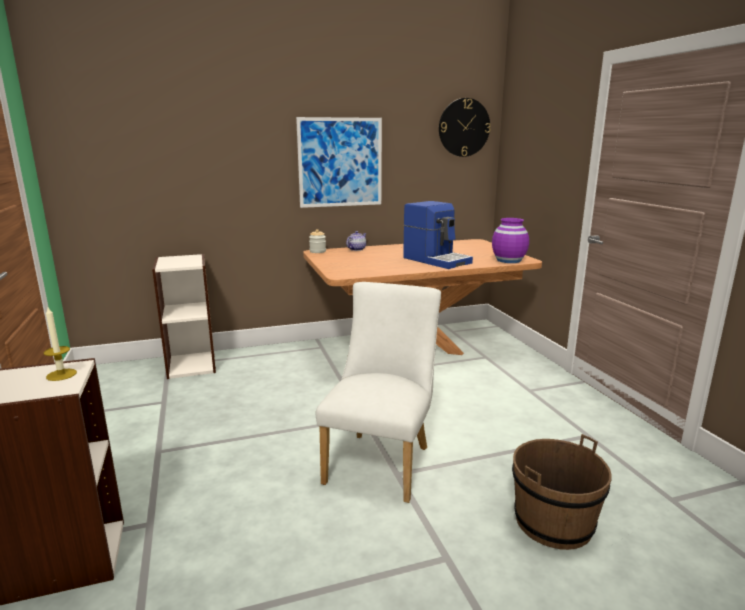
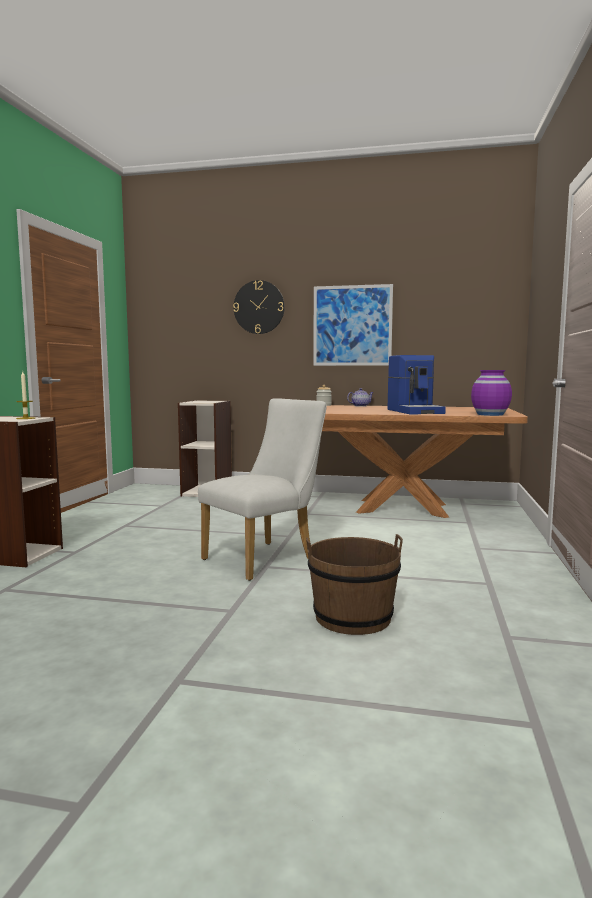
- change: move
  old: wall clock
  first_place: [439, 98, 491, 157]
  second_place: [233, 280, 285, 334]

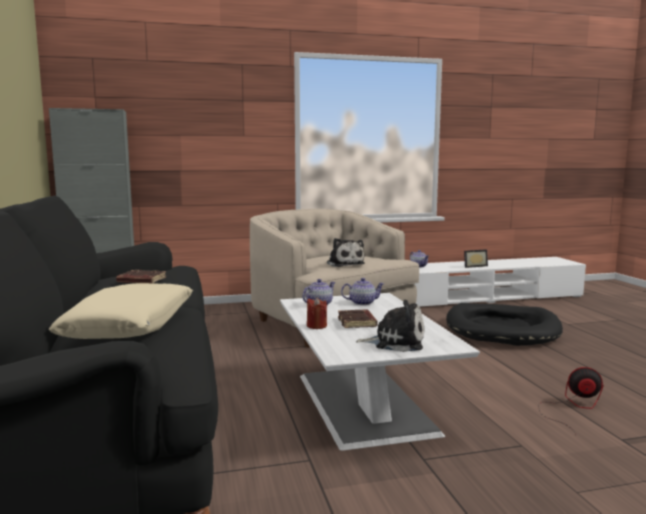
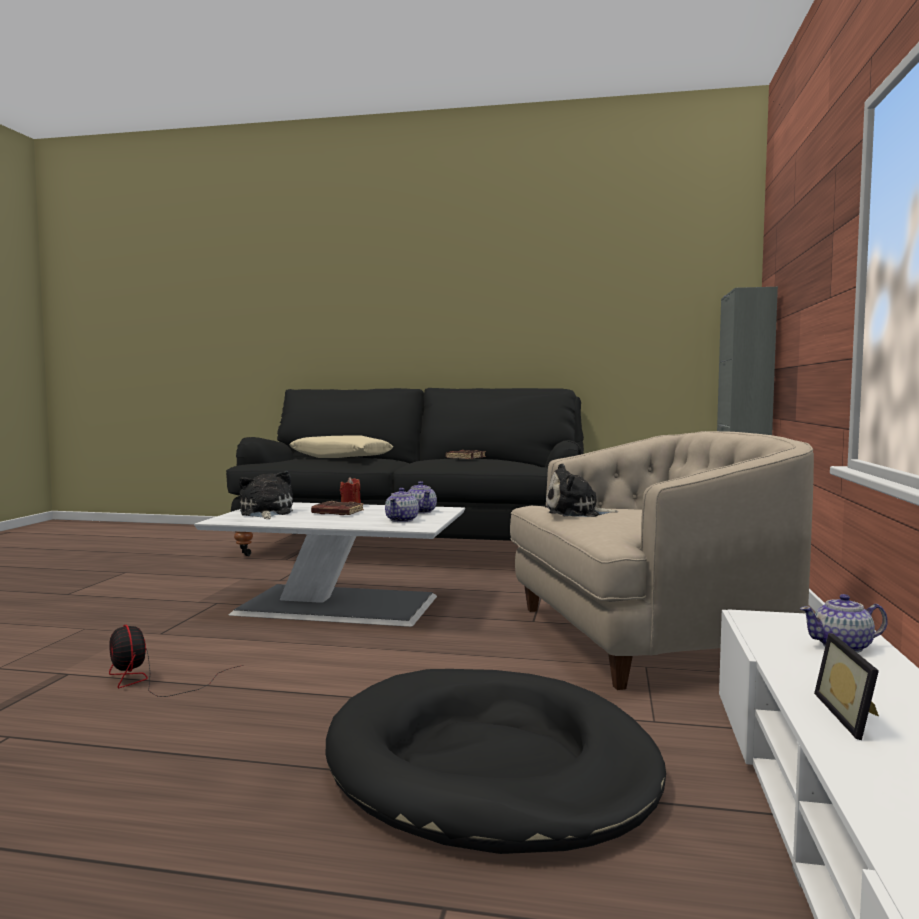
- change: rotate
  old: plush toy
  first_place: [355, 300, 424, 352]
  second_place: [239, 471, 293, 519]
  degrees: 135
- change: rotate
  old: fan
  first_place: [538, 367, 604, 435]
  second_place: [109, 625, 244, 697]
  degrees: 105

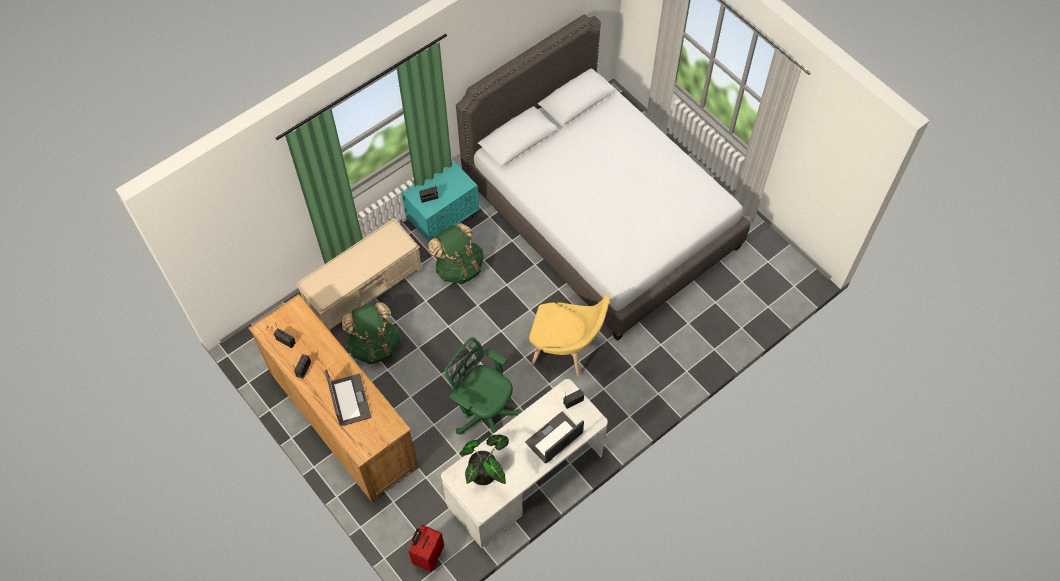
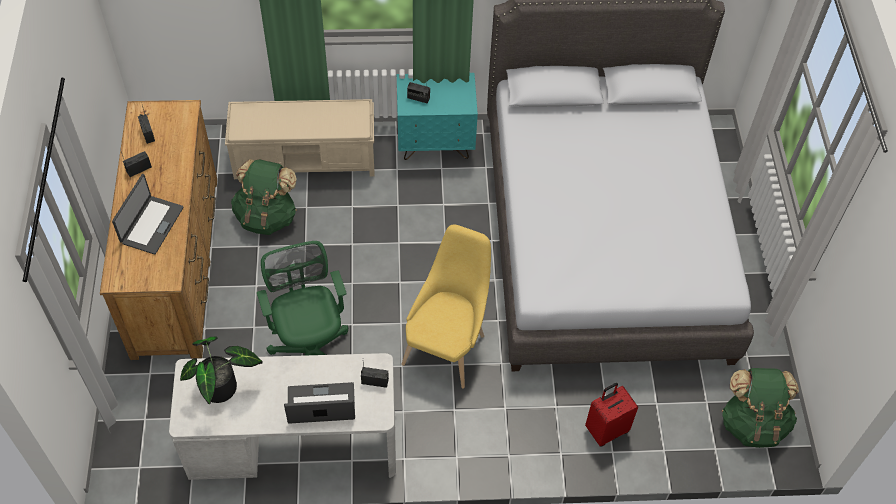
- change: move
  old: backpack (green)
  first_place: [428, 223, 484, 284]
  second_place: [722, 368, 799, 448]
- change: rotate
  old: chair (yellow)
  first_place: [529, 295, 610, 376]
  second_place: [401, 224, 491, 389]
  degrees: -120
- change: move
  old: suitcase (red)
  first_place: [409, 525, 444, 572]
  second_place: [585, 383, 638, 447]

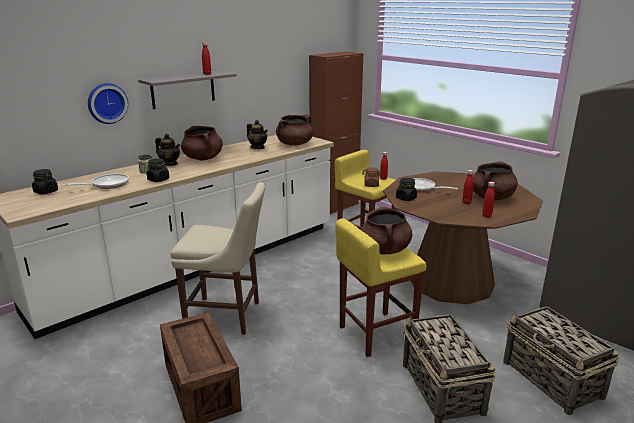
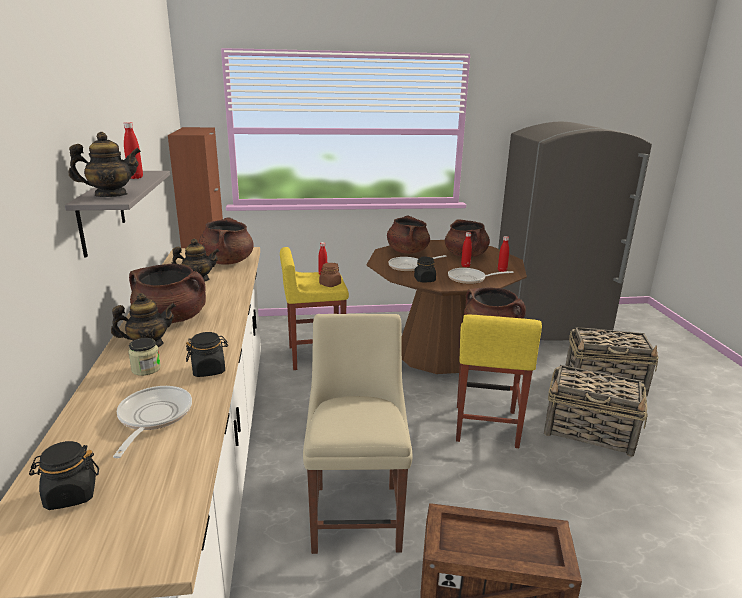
- change: delete
  old: wall clock
  first_place: [88, 83, 128, 124]
- change: rotate
  old: chair (beige)
  first_place: [171, 182, 265, 335]
  second_place: [303, 314, 413, 554]
  degrees: -45
- change: insert
  new: teapot
  second_place: [69, 132, 141, 197]
- change: insert
  new: cooking pot (brown)
  second_place: [387, 216, 430, 254]
- change: insert
  new: frying pan
  second_place: [448, 268, 514, 284]

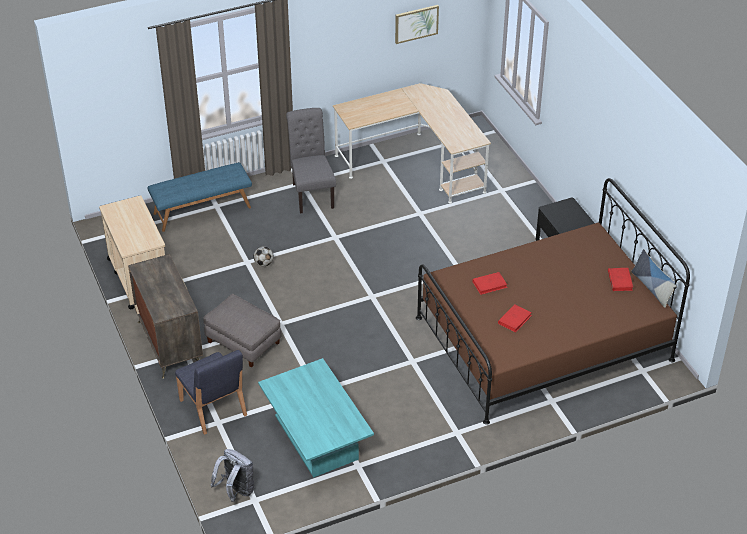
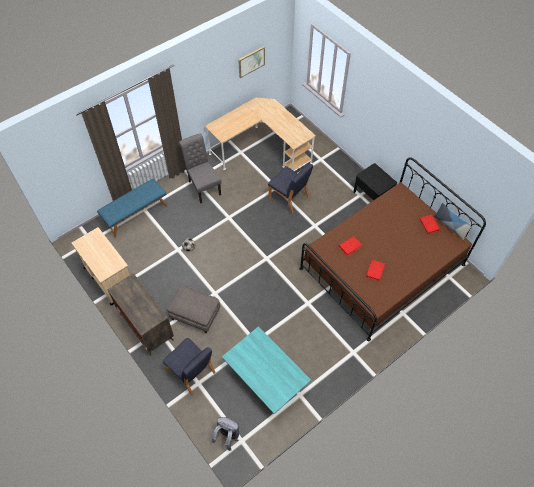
- change: insert
  new: chair (blue)
  second_place: [268, 163, 313, 214]

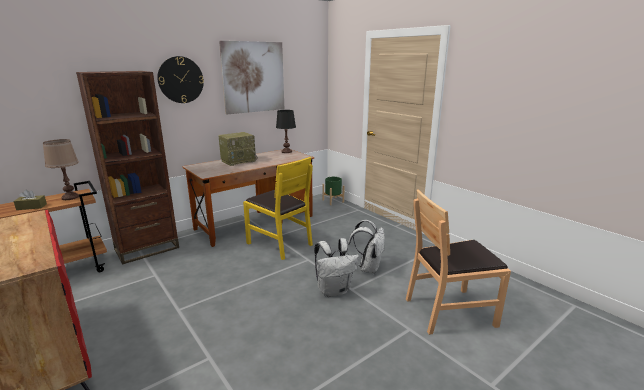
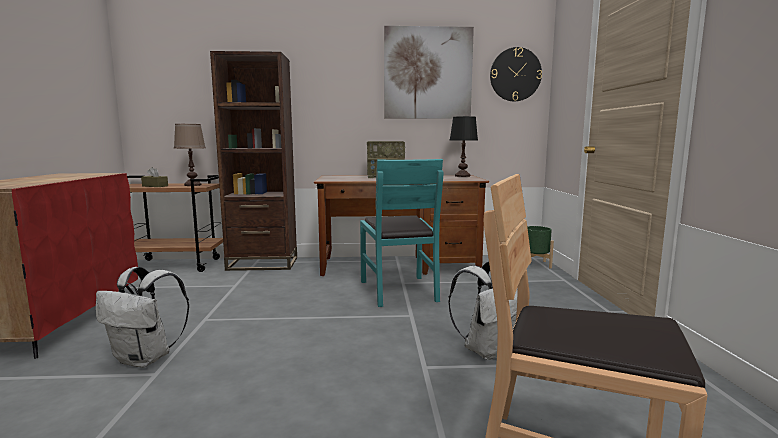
- change: move
  old: wall clock
  first_place: [157, 56, 204, 103]
  second_place: [490, 47, 542, 101]
- change: recolor
  old: chair (yellow)
  new: chair (turquoise)
  first_place: [243, 157, 313, 260]
  second_place: [360, 159, 443, 307]
- change: move
  old: backpack (white)
  first_place: [314, 238, 359, 297]
  second_place: [96, 267, 189, 368]

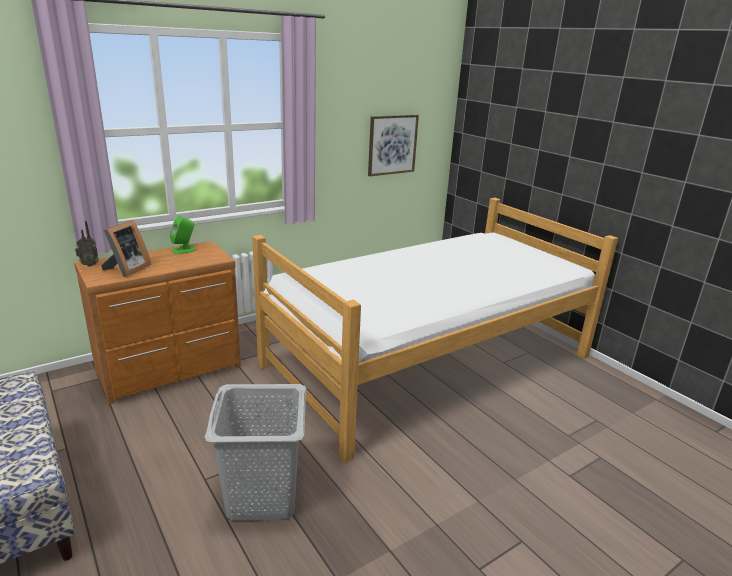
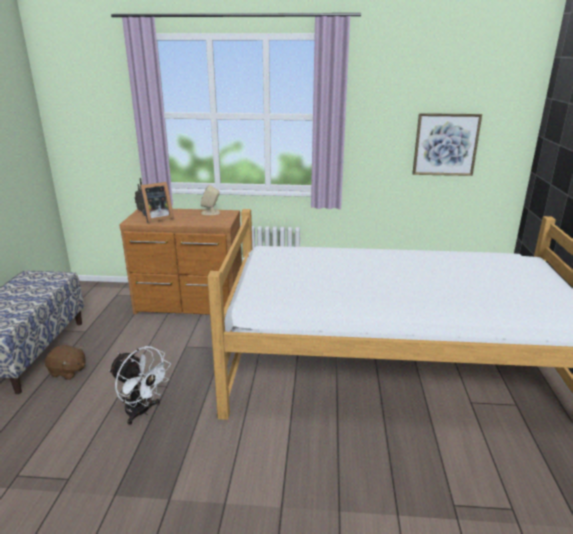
- change: recolor
  old: speaker (green)
  new: speaker (beige)
  first_place: [170, 216, 196, 254]
  second_place: [201, 185, 220, 215]
- change: replace
  old: laundry basket (grey)
  new: fan (white)
  first_place: [205, 384, 306, 520]
  second_place: [109, 346, 171, 425]
- change: insert
  new: plush toy (brown)
  second_place: [45, 345, 86, 380]

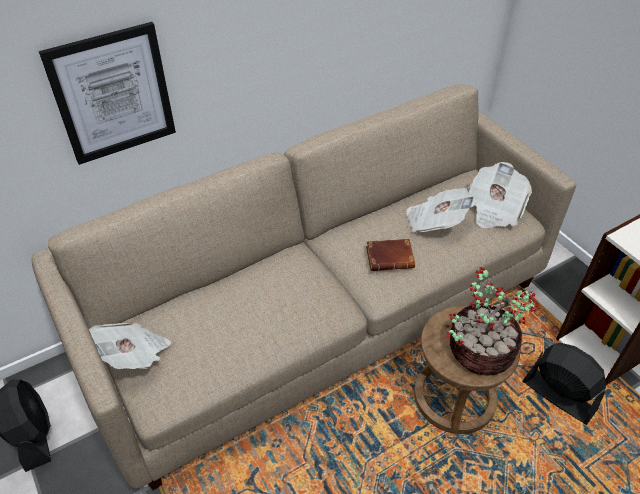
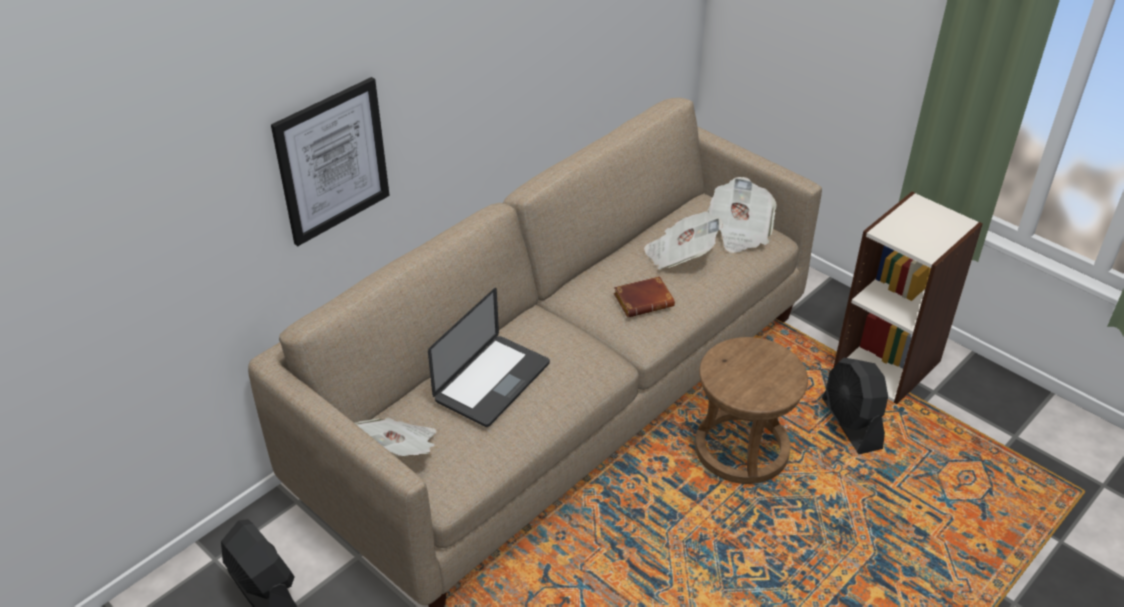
- change: delete
  old: potted plant
  first_place: [446, 267, 540, 376]
- change: rotate
  old: fan (black)
  first_place: [522, 343, 606, 425]
  second_place: [822, 358, 888, 454]
  degrees: -135
- change: insert
  new: laptop
  second_place: [428, 288, 550, 427]

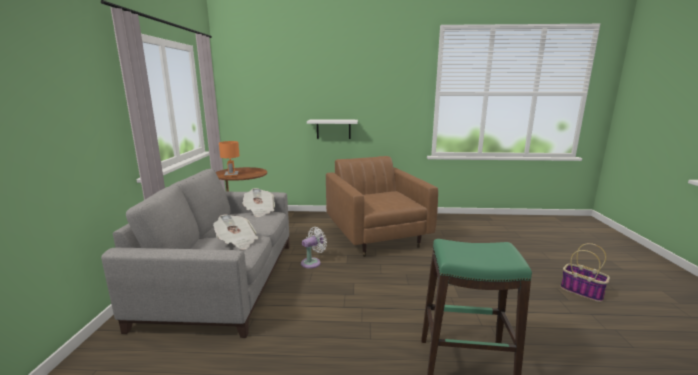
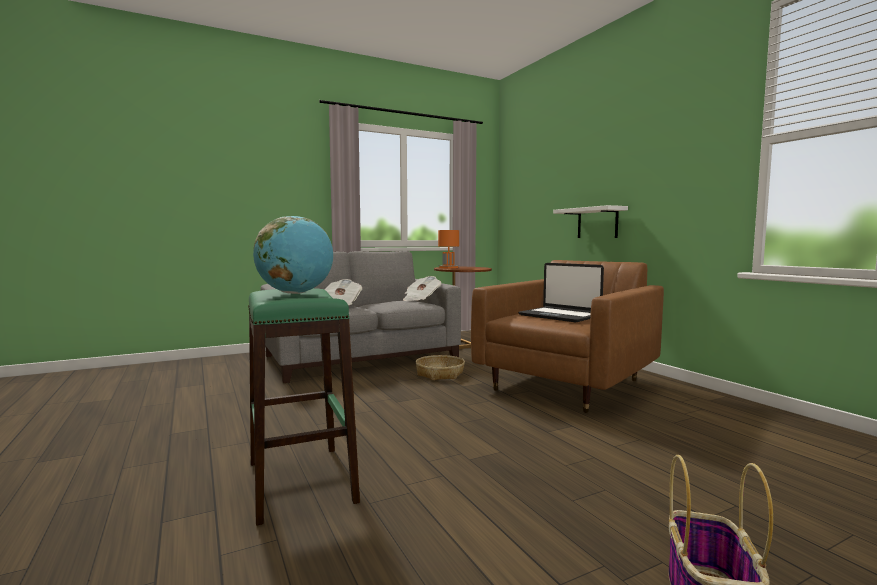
- change: replace
  old: fan (white)
  new: basket
  first_place: [301, 227, 327, 269]
  second_place: [416, 355, 465, 380]
- change: insert
  new: globe
  second_place: [253, 216, 333, 294]
- change: insert
  new: laptop
  second_place: [518, 263, 604, 323]

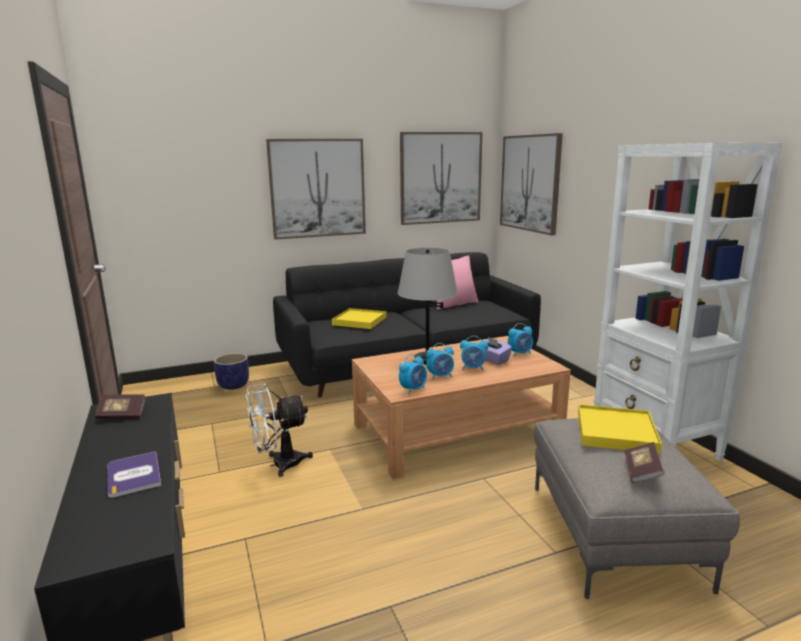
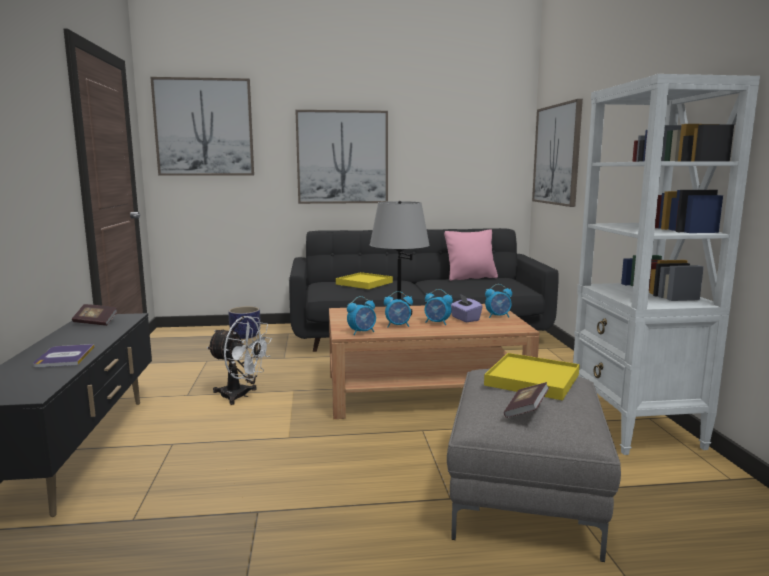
- change: move
  old: picture
  first_place: [400, 132, 482, 225]
  second_place: [150, 77, 254, 176]
- change: rotate
  old: fan (white)
  first_place: [246, 383, 313, 477]
  second_place: [206, 316, 272, 405]
  degrees: -150

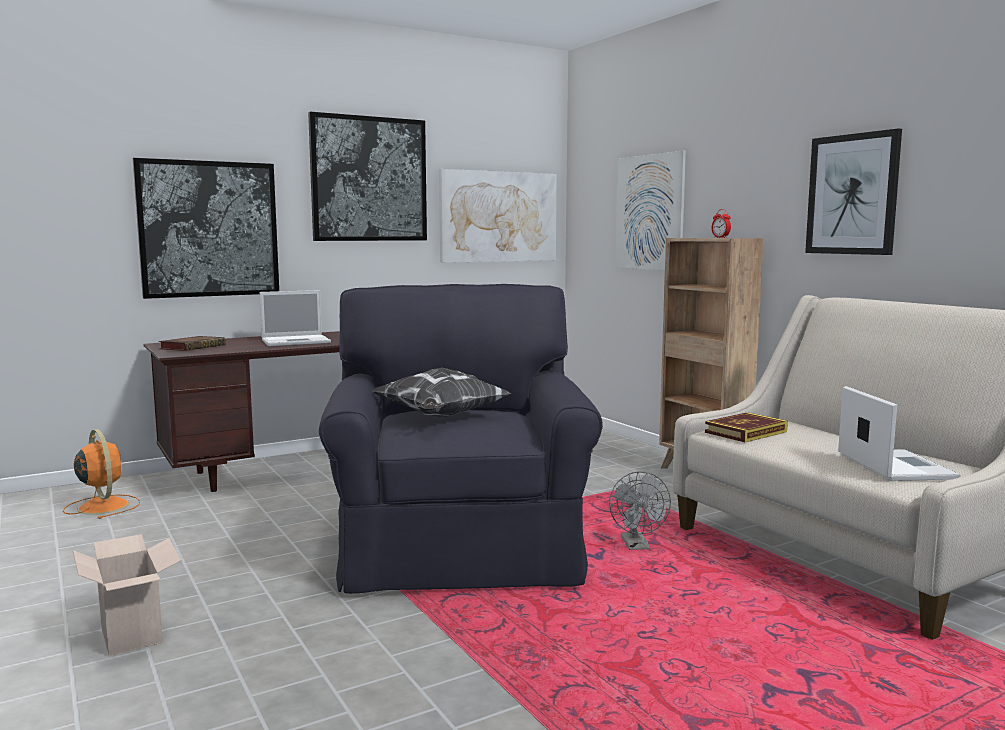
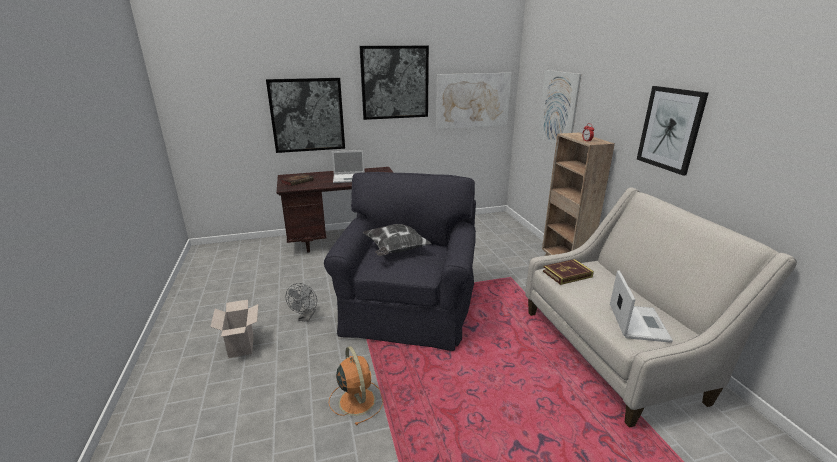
- change: move
  old: fan (orange)
  first_place: [63, 429, 140, 519]
  second_place: [329, 346, 383, 425]
- change: move
  old: fan (grey)
  first_place: [609, 471, 671, 550]
  second_place: [285, 283, 317, 322]

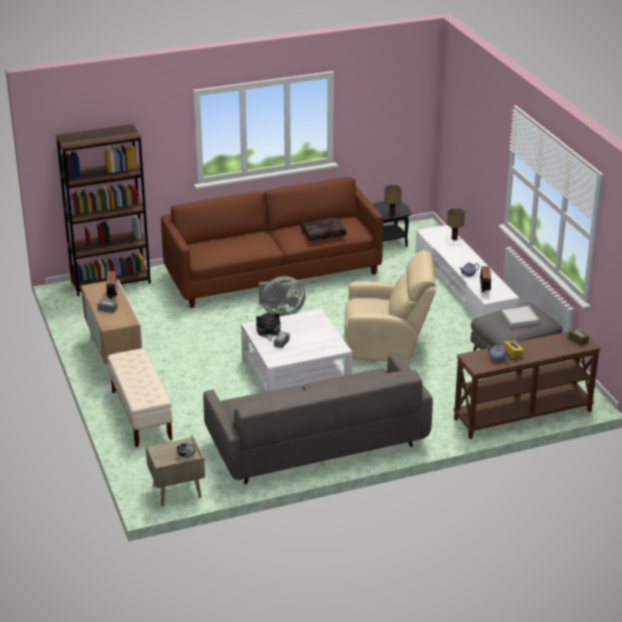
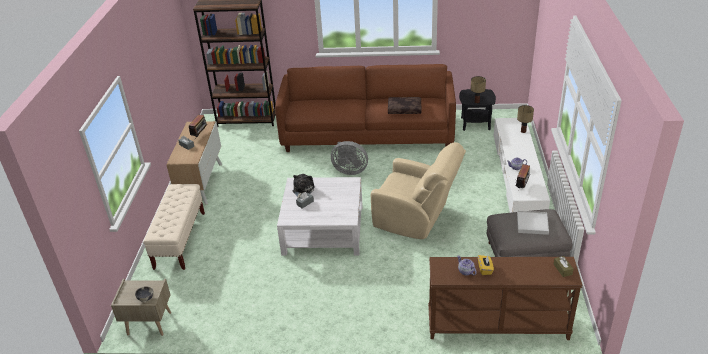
- change: delete
  old: sofa (grey)
  first_place: [203, 352, 433, 484]

